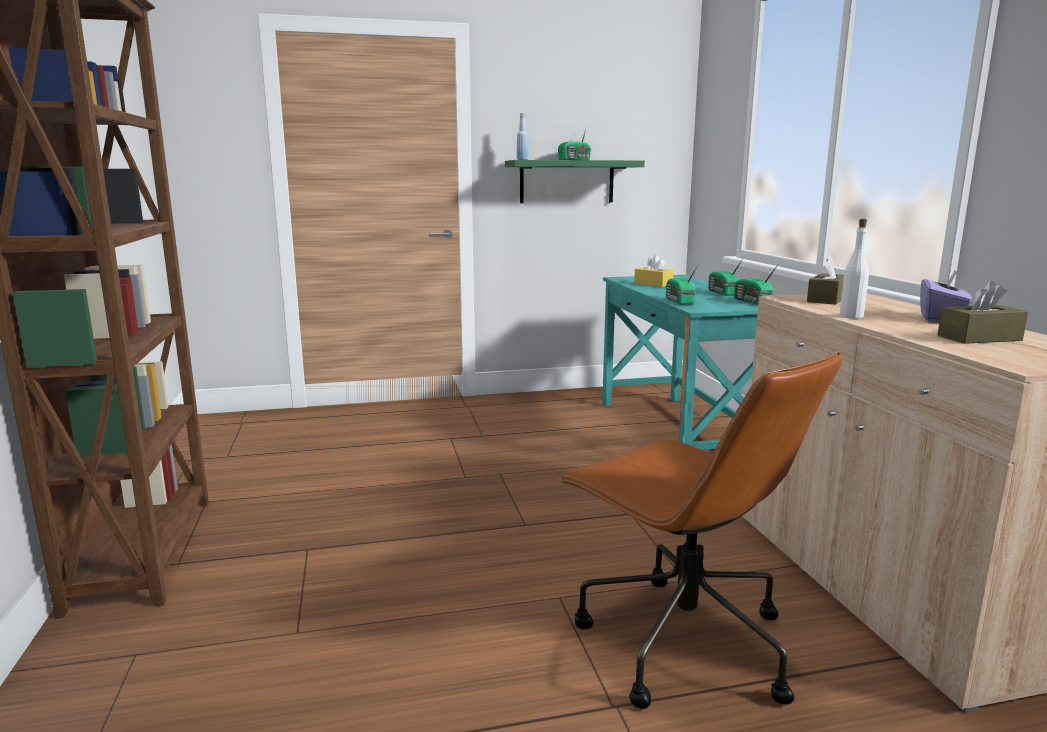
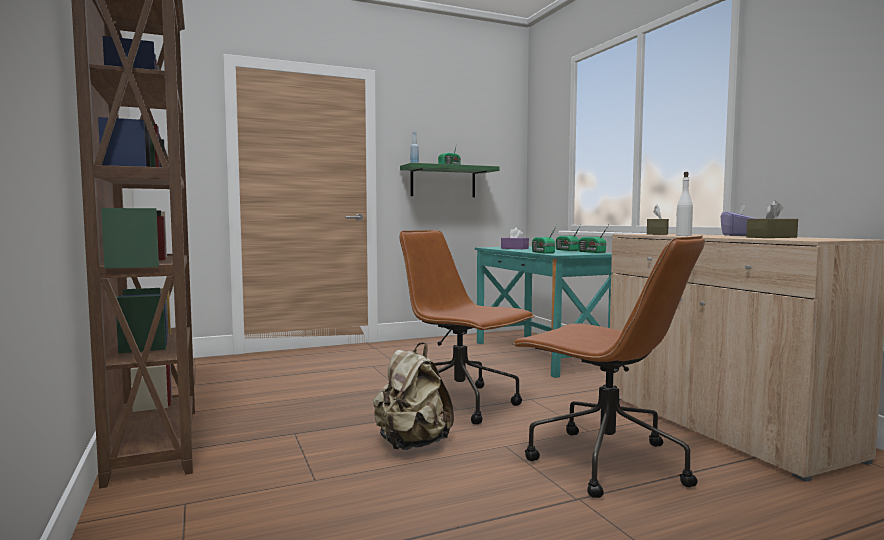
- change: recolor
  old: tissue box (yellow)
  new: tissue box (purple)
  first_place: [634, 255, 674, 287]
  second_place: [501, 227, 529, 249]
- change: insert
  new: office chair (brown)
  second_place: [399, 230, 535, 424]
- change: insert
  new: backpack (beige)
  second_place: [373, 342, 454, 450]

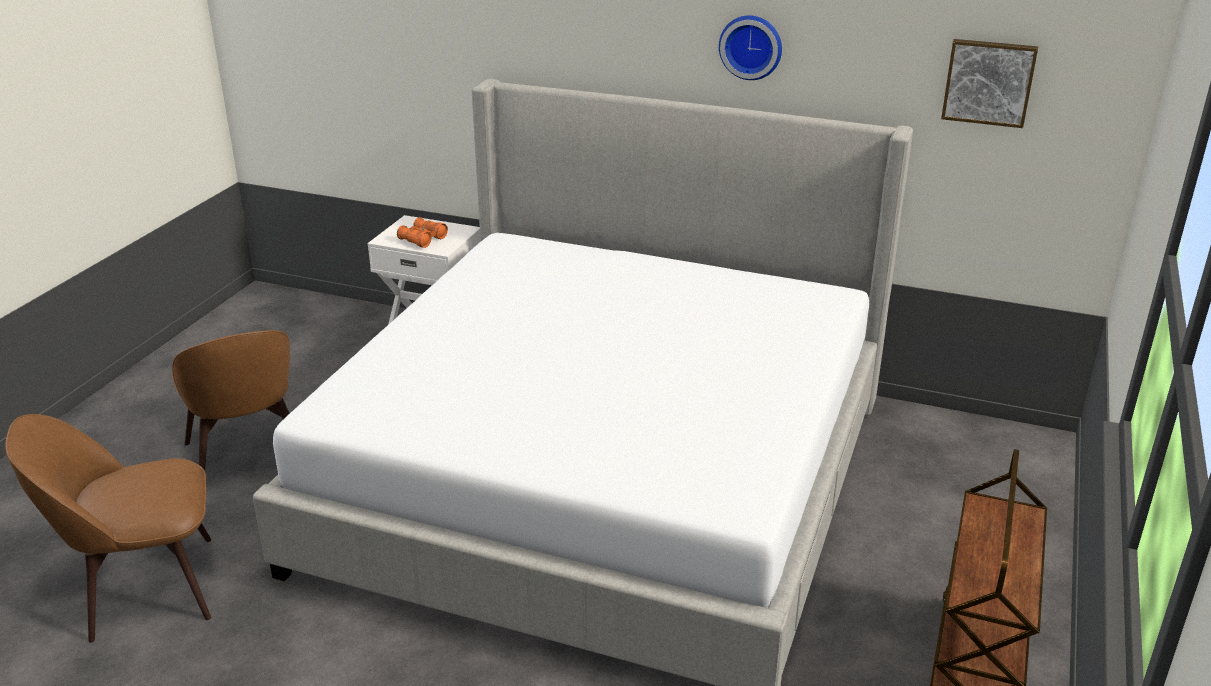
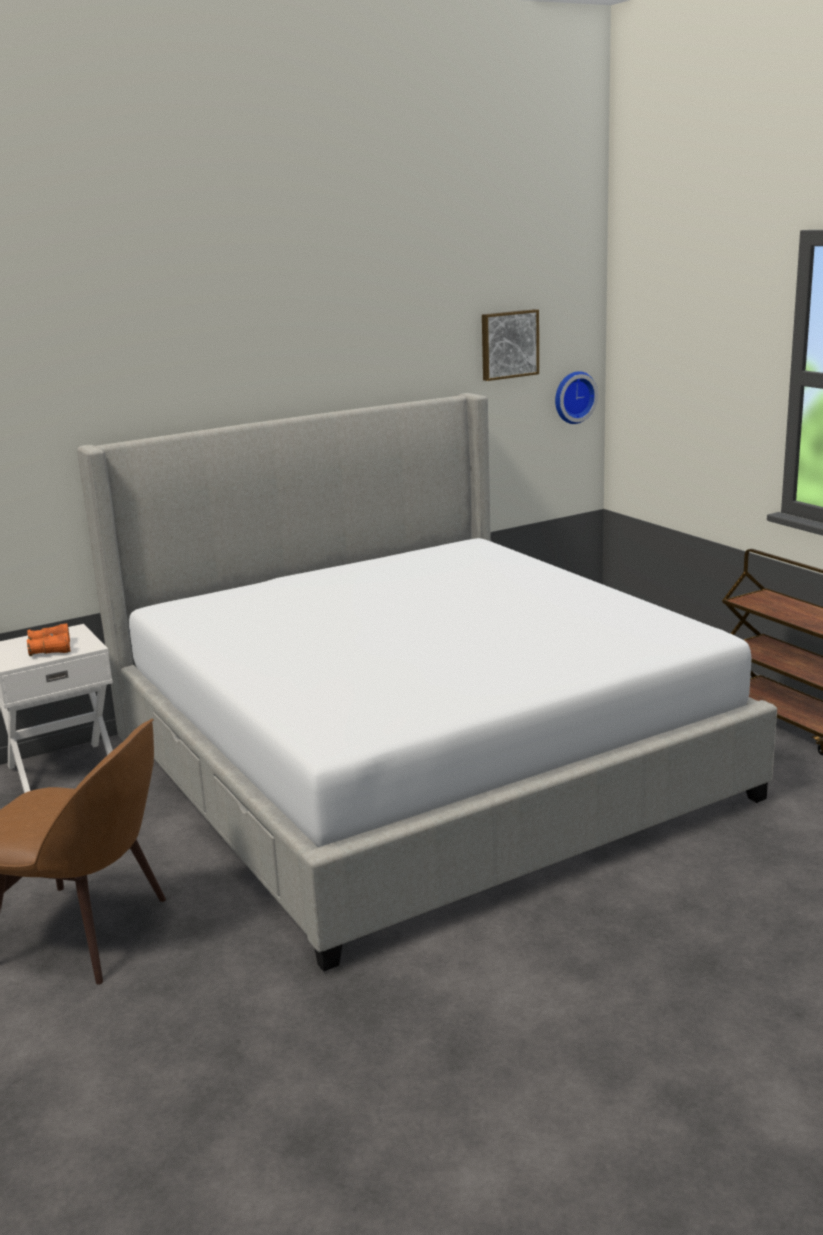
- change: move
  old: wall clock
  first_place: [719, 15, 782, 80]
  second_place: [555, 371, 598, 424]
- change: delete
  old: chair (brown)
  first_place: [5, 414, 211, 643]

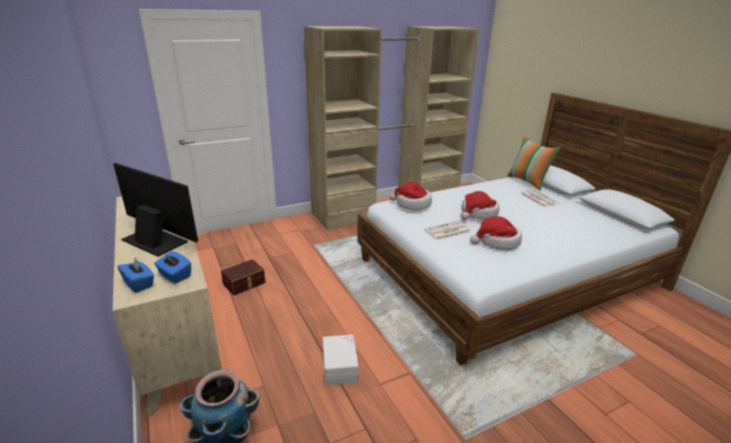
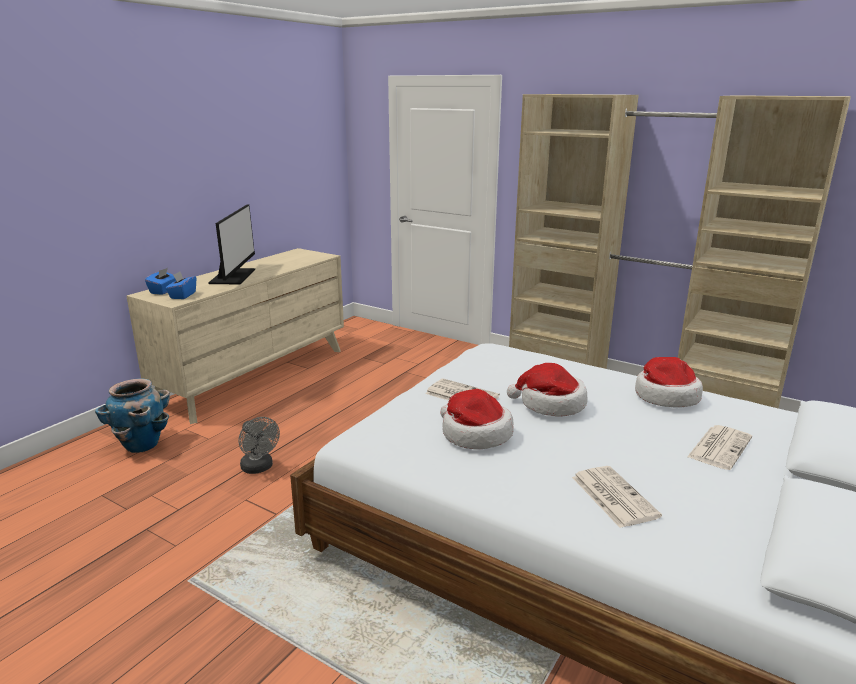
- change: delete
  old: pillow
  first_place: [507, 136, 560, 190]
- change: move
  old: hat
  first_place: [389, 182, 432, 210]
  second_place: [635, 357, 703, 407]
- change: delete
  old: storage box (brown)
  first_place: [221, 259, 266, 295]
- change: replace
  old: storage box (white)
  new: fan (grey)
  first_place: [323, 334, 359, 385]
  second_place: [239, 417, 280, 474]
- change: insert
  new: newspaper
  second_place: [572, 466, 662, 528]

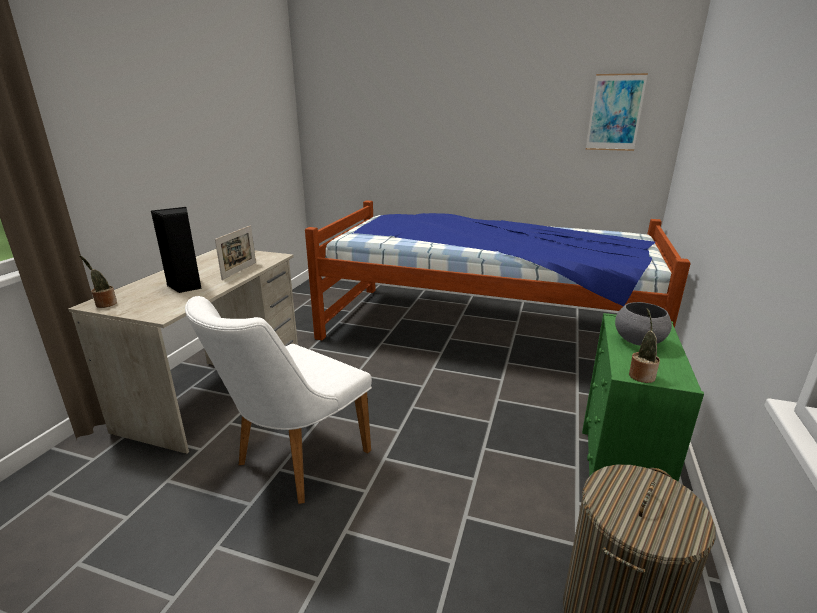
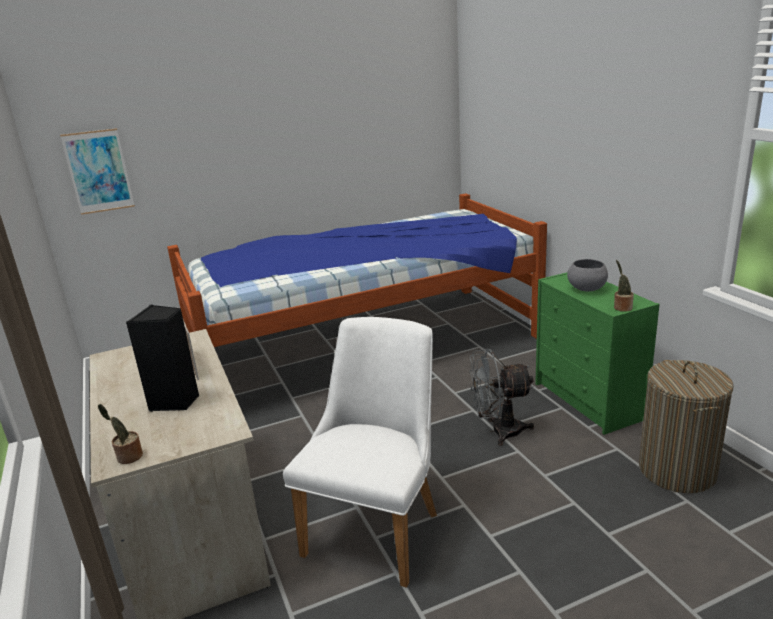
- change: move
  old: picture
  first_place: [586, 73, 648, 151]
  second_place: [60, 128, 135, 215]
- change: rotate
  old: chair (white)
  first_place: [185, 296, 372, 504]
  second_place: [283, 317, 437, 588]
  degrees: -150
- change: insert
  new: fan (grey)
  second_place: [469, 349, 534, 446]

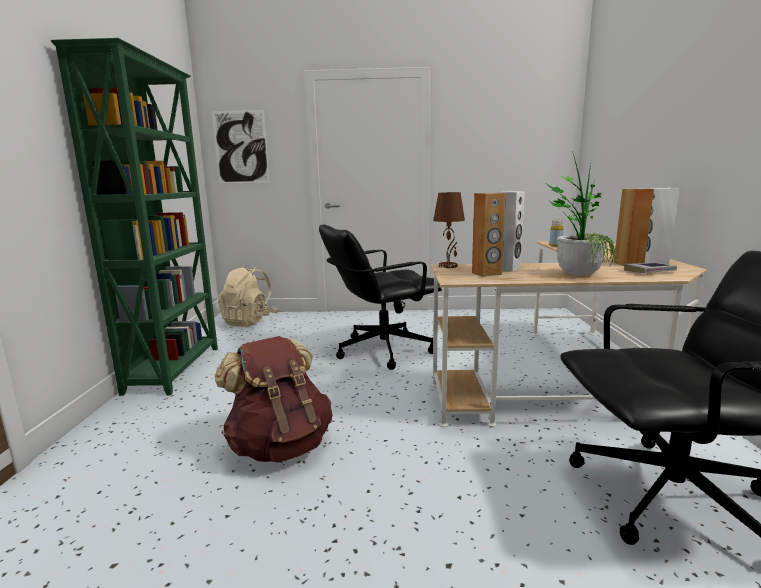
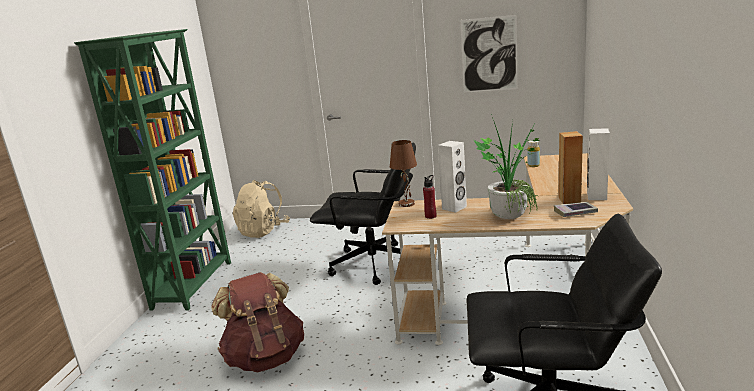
- change: move
  old: picture
  first_place: [212, 110, 270, 184]
  second_place: [460, 15, 518, 93]
- change: replace
  old: speaker (brown)
  new: bottle (red)
  first_place: [472, 193, 506, 277]
  second_place: [423, 175, 436, 219]
- change: rotate
  old: office chair (black)
  first_place: [319, 225, 442, 370]
  second_place: [310, 143, 416, 285]
  degrees: -150

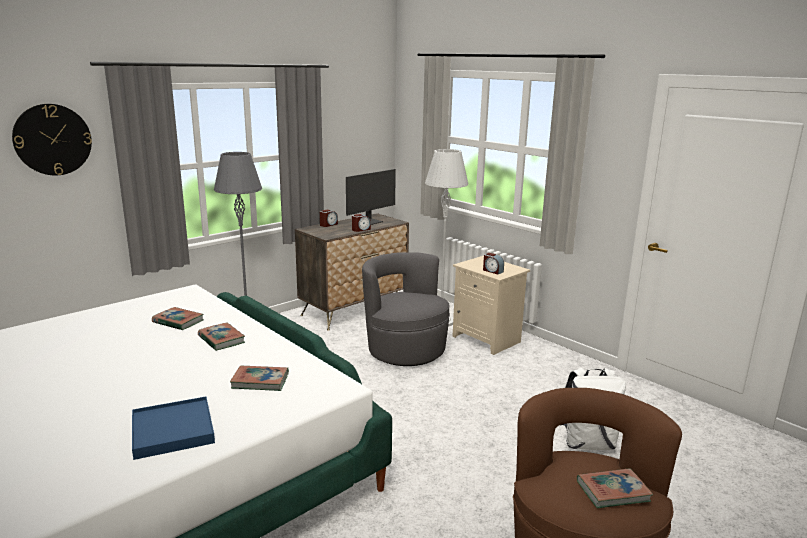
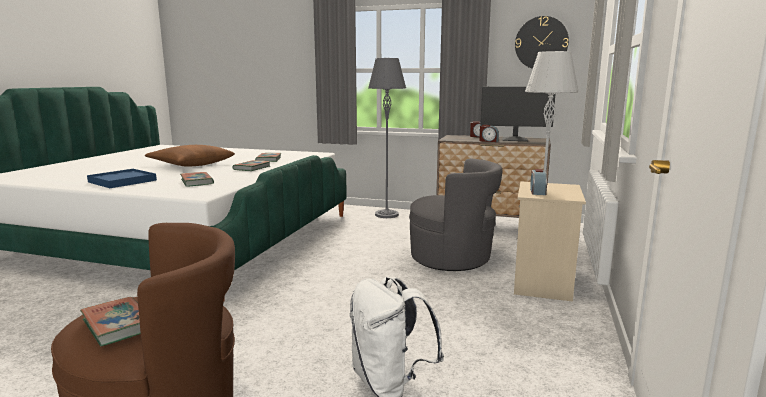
- change: move
  old: wall clock
  first_place: [12, 104, 92, 175]
  second_place: [515, 16, 569, 69]
- change: rotate
  old: armchair (grey)
  first_place: [362, 252, 450, 366]
  second_place: [409, 159, 502, 271]
  degrees: 90
- change: insert
  new: pillow (brown)
  second_place: [145, 145, 235, 167]

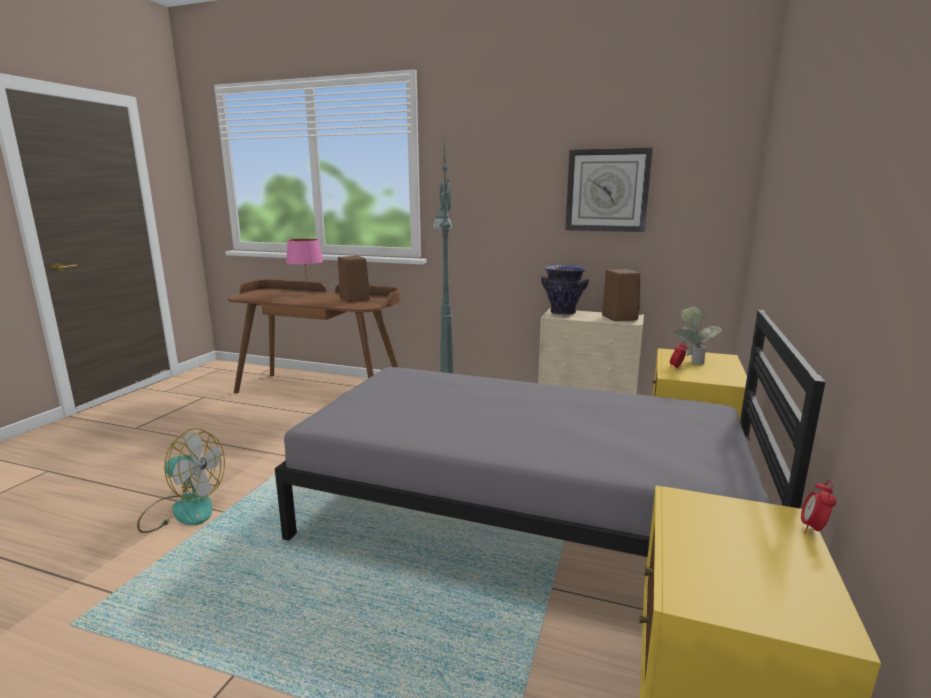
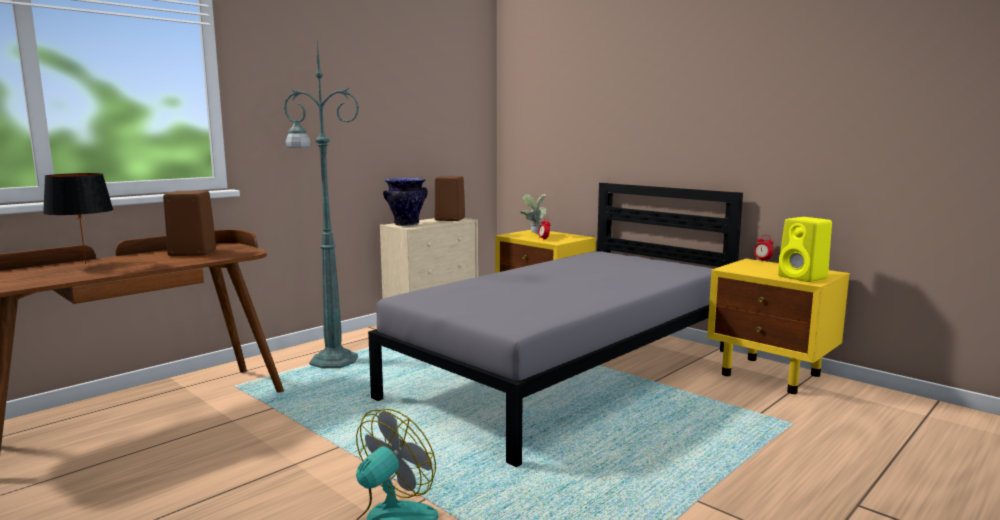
- change: delete
  old: wall clock
  first_place: [565, 148, 653, 232]
- change: recolor
  old: table lamp (pink)
  new: table lamp (black)
  first_place: [286, 239, 323, 294]
  second_place: [43, 173, 113, 264]
- change: insert
  new: speaker (yellow)
  second_place: [778, 217, 832, 282]

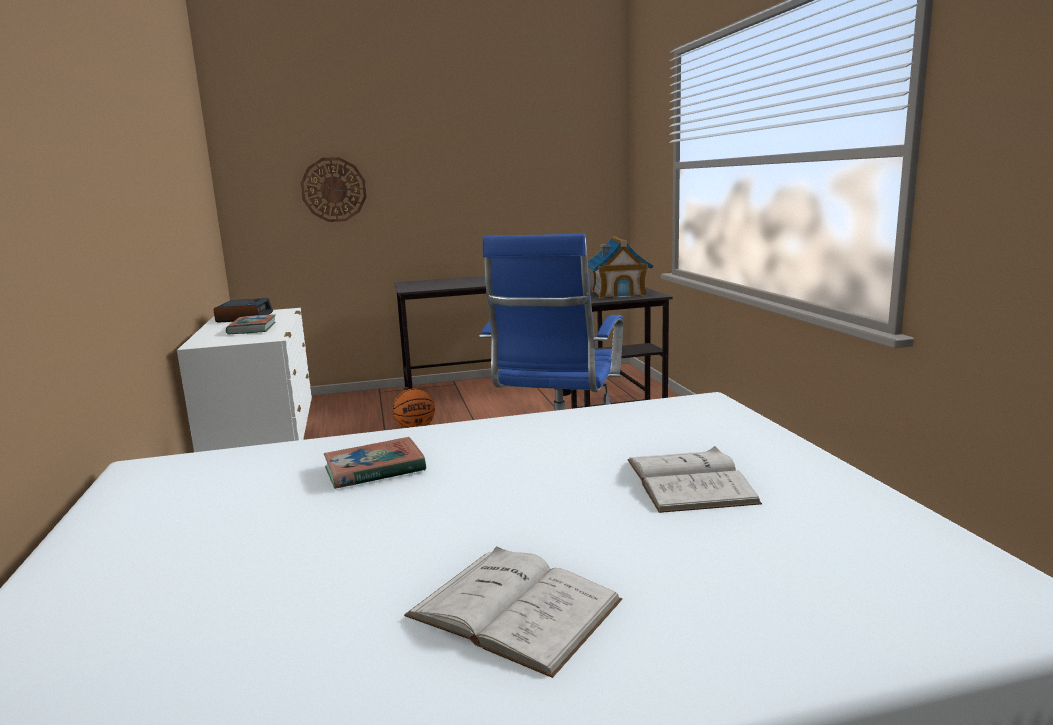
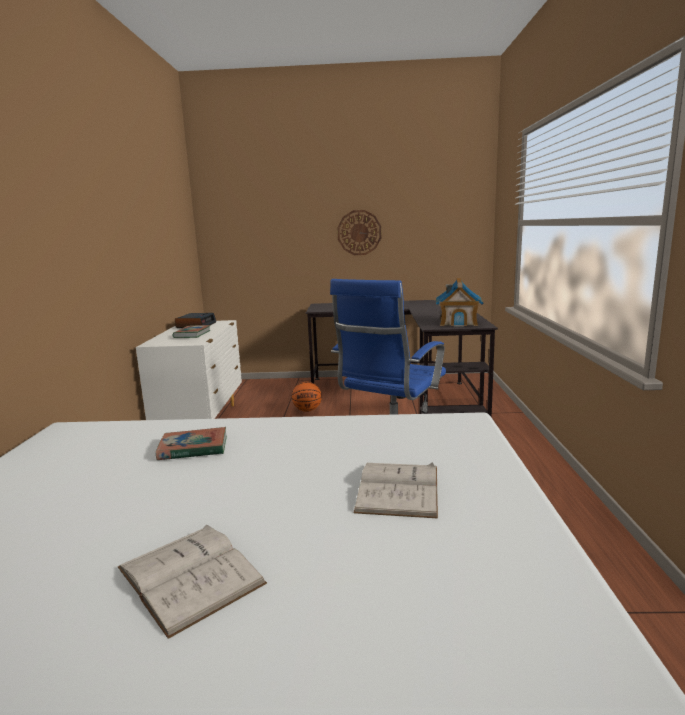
- change: move
  old: wall clock
  first_place: [301, 157, 367, 222]
  second_place: [337, 210, 381, 255]

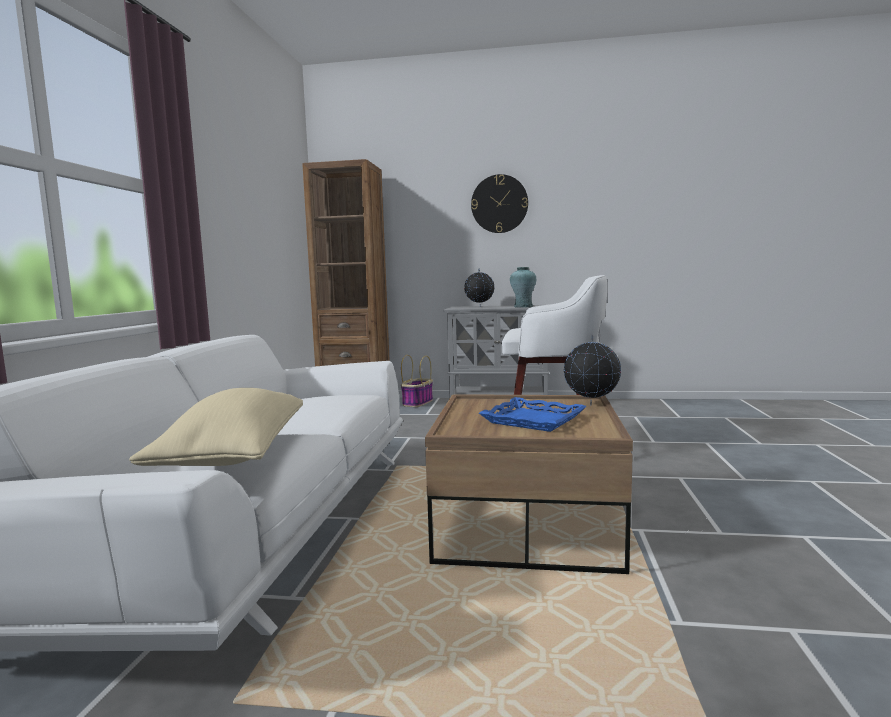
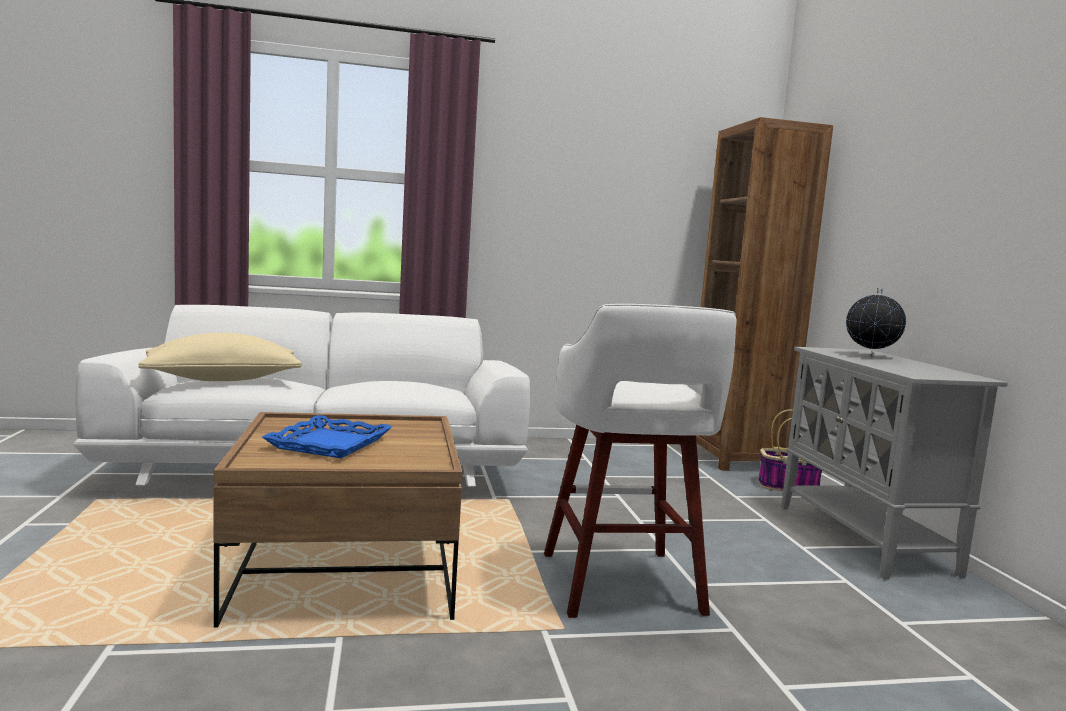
- change: delete
  old: wall clock
  first_place: [471, 174, 528, 233]
- change: delete
  old: vase (turquoise)
  first_place: [510, 267, 536, 308]
- change: delete
  old: globe
  first_place: [564, 335, 621, 405]

